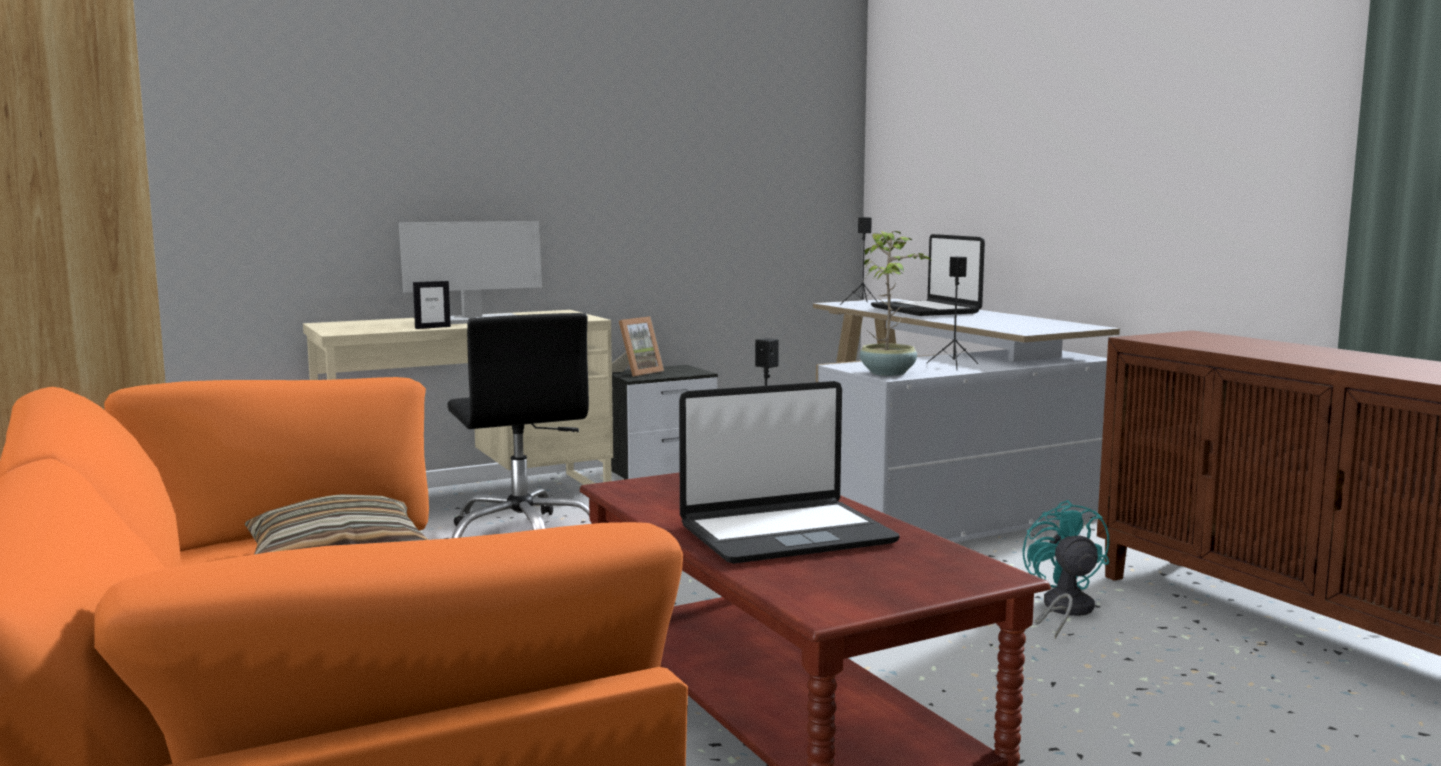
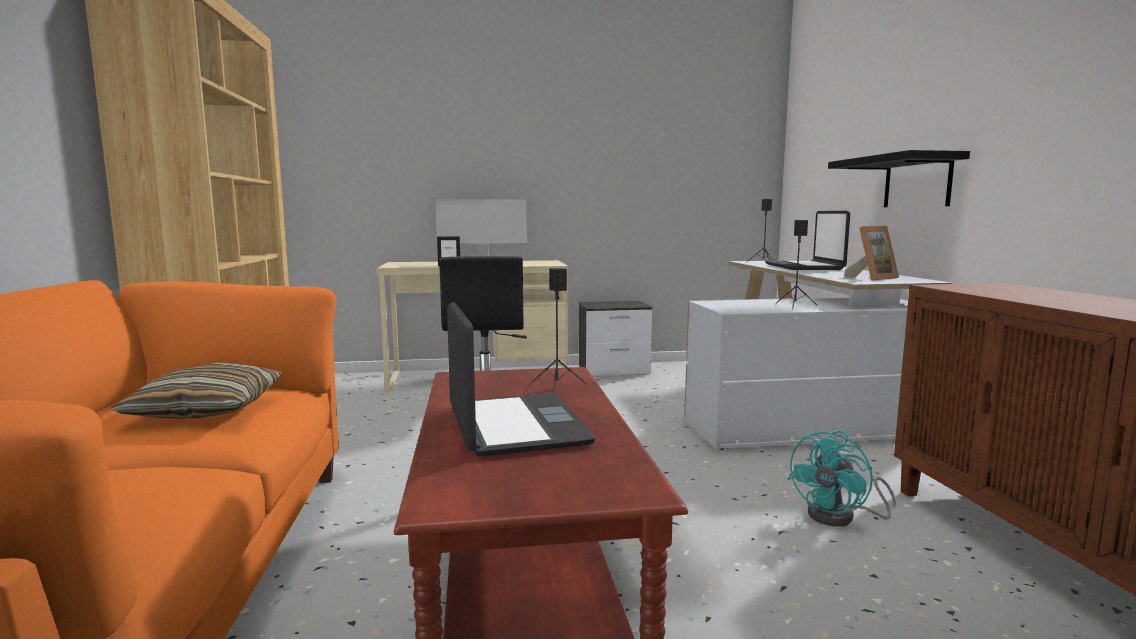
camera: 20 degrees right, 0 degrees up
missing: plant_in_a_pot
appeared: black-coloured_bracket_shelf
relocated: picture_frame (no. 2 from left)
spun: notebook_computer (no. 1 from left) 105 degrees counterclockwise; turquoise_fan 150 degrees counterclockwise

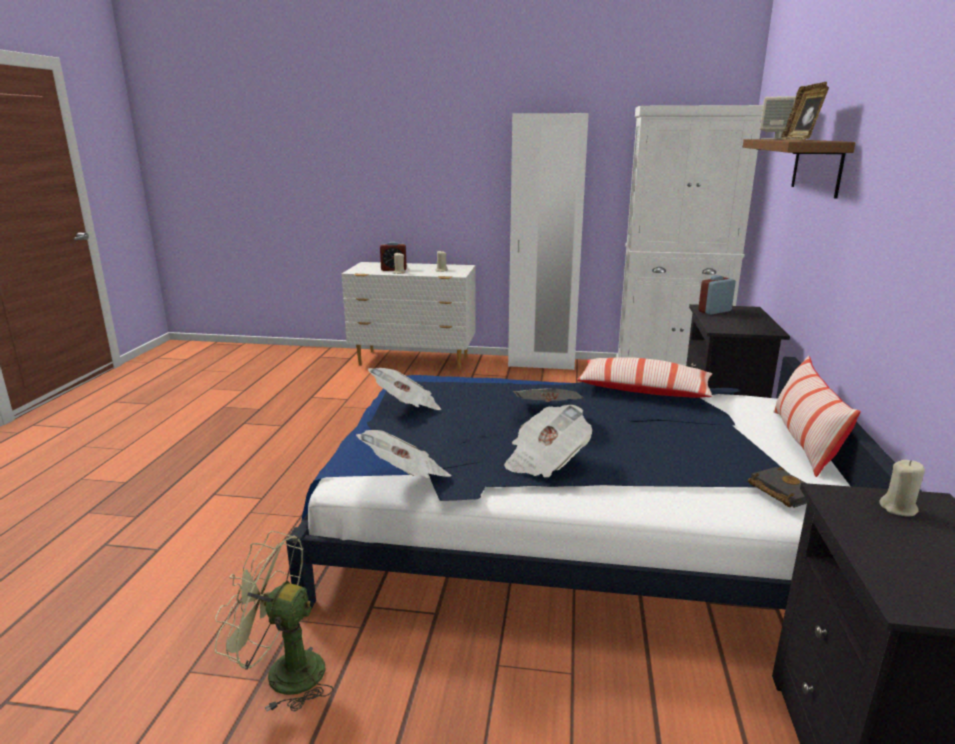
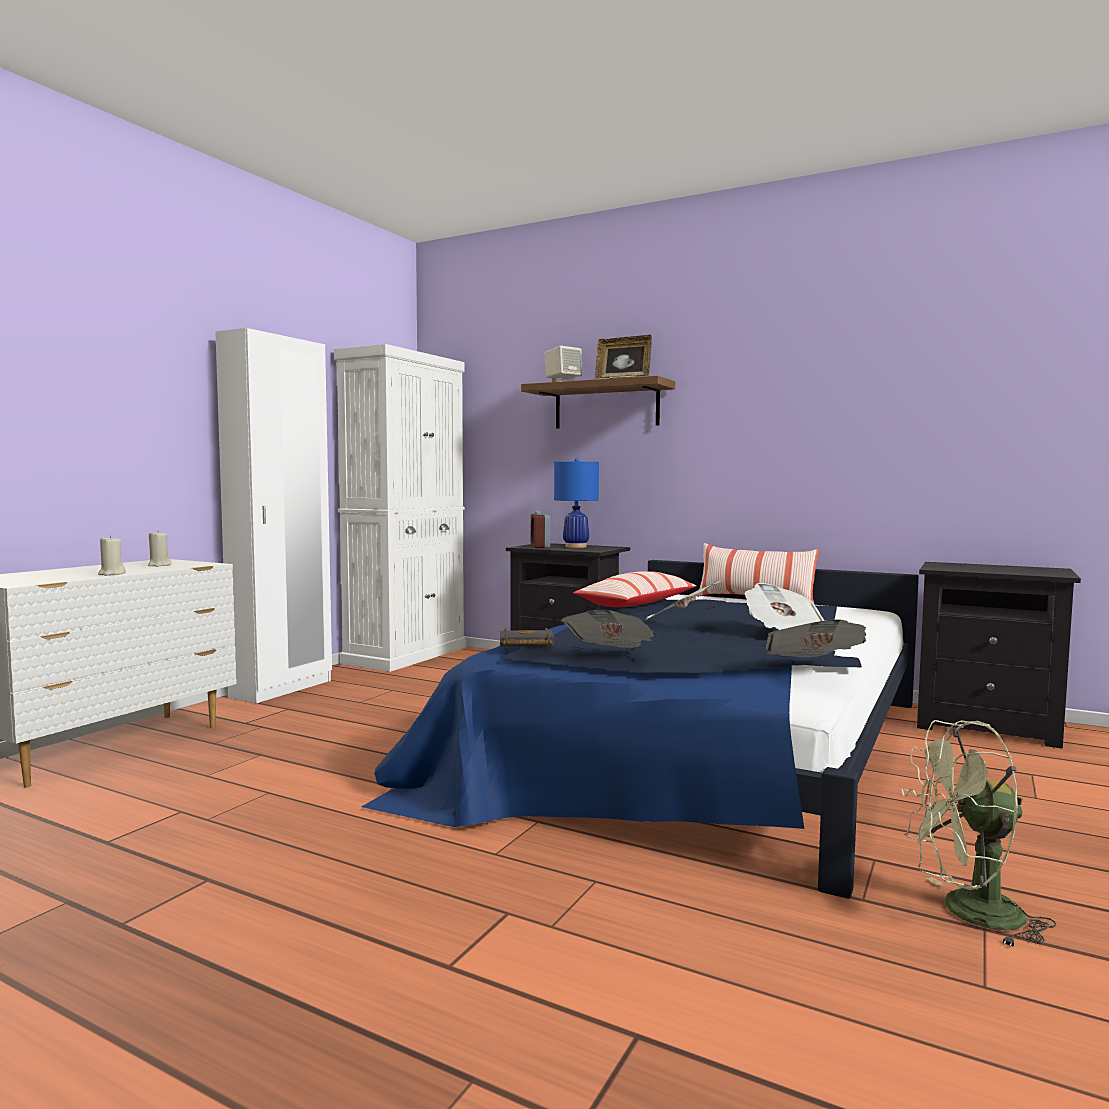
camera: 70 degrees left, 15 degrees down
missing: table_clock (no. 1 from left); beige_candle (no. 3 from left)
appeared: blue-coloured_lamp_for_a_table
relocated: black-coloured_book
spun: greenish_fan 60 degrees clockwise

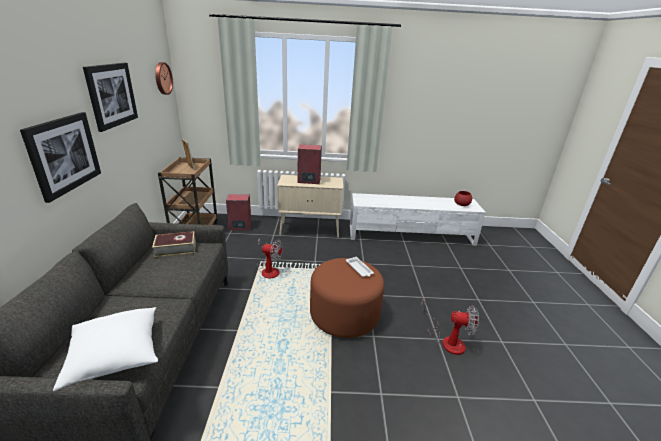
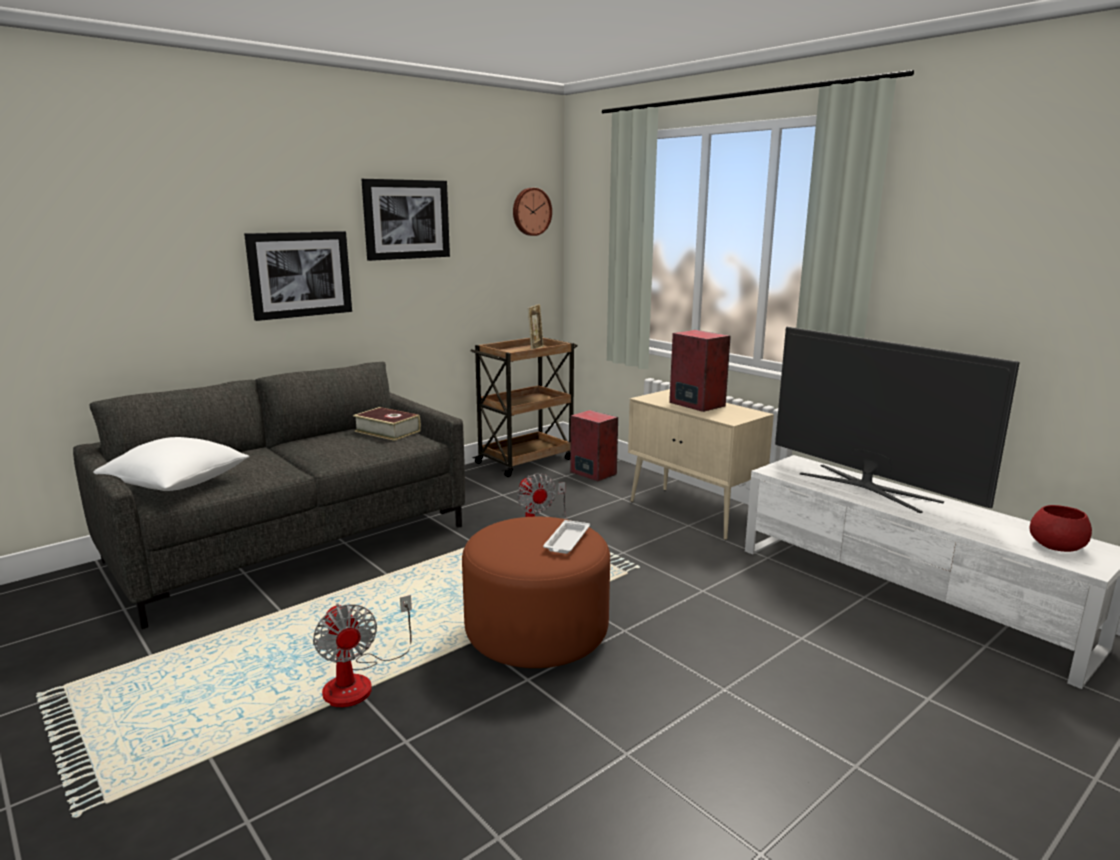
camera: 50 degrees right, 10 degrees down
appeared: television
relocated: fan (no. 2 from left in the first image) to fan (no. 1 from left)

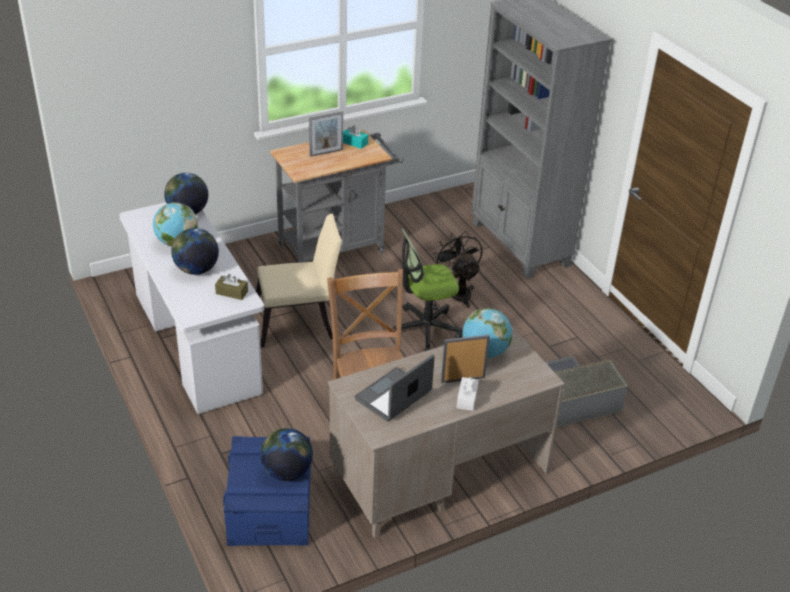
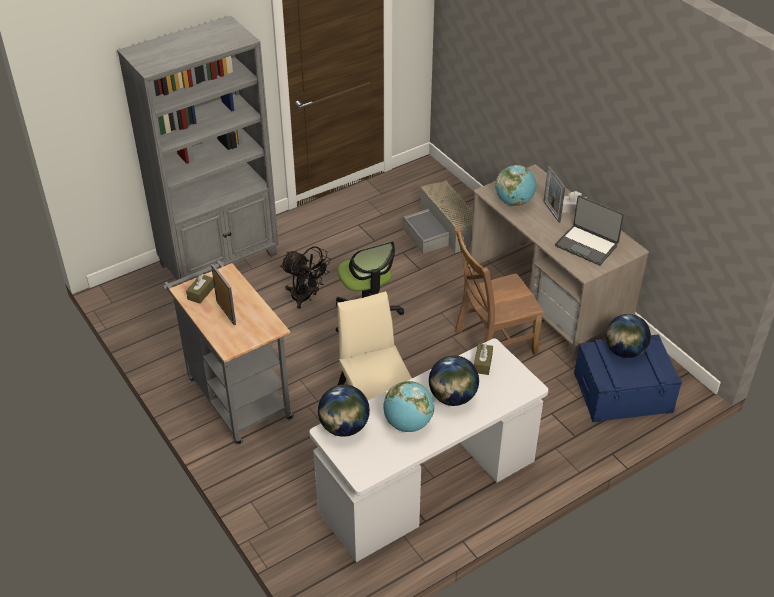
camera: 95 degrees left, 5 degrees up
colour: turquoise_tissue_box to brown_tissue_box (no. 1 from left)
spun: black-coloured_fan 120 degrees counterclockwise

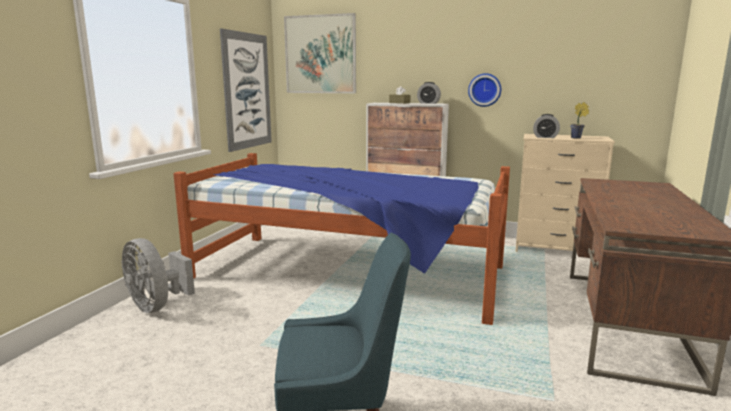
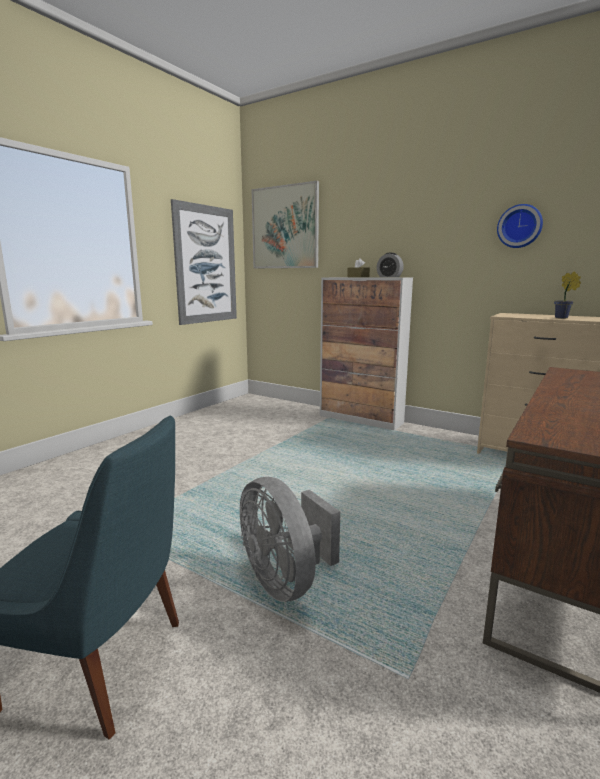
camera: 15 degrees right, 0 degrees up
missing: table_clock (no. 2 from left); bedroom_bed
relocated: hanging_clock; greyish_fan

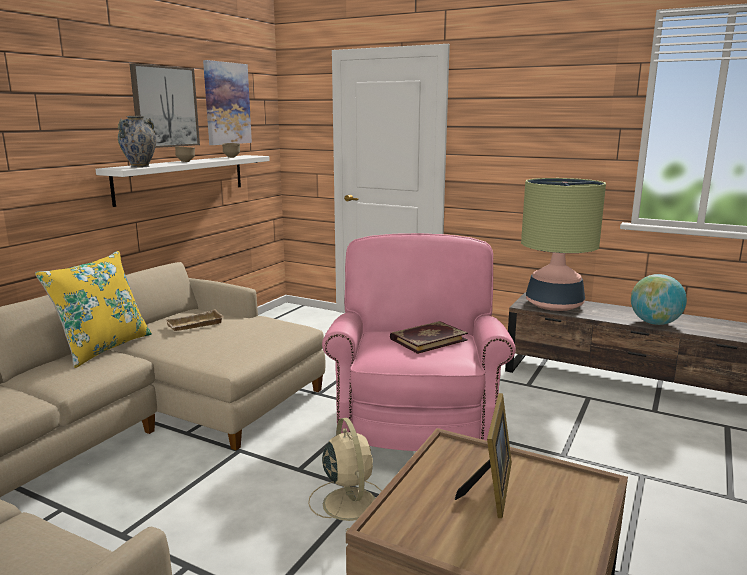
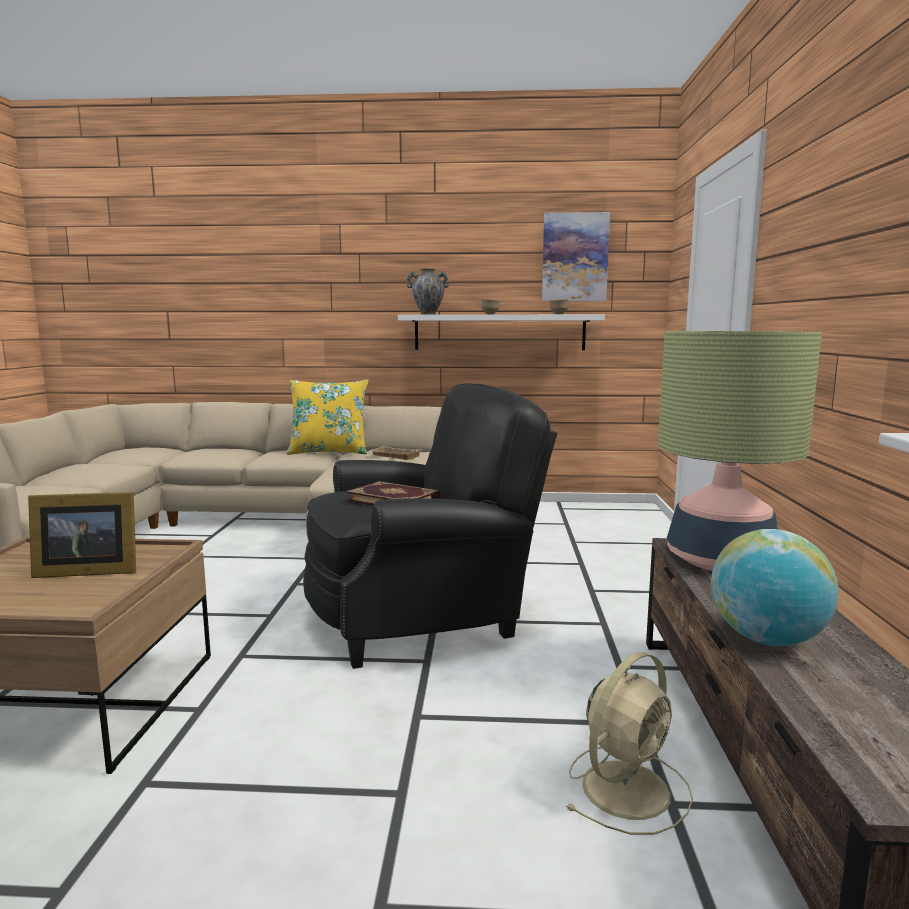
camera: 65 degrees right, 5 degrees down
missing: picture (no. 1 from left)
relocated: beige_fan
colour: pink_easy_chair to black-coloured_easy_chair

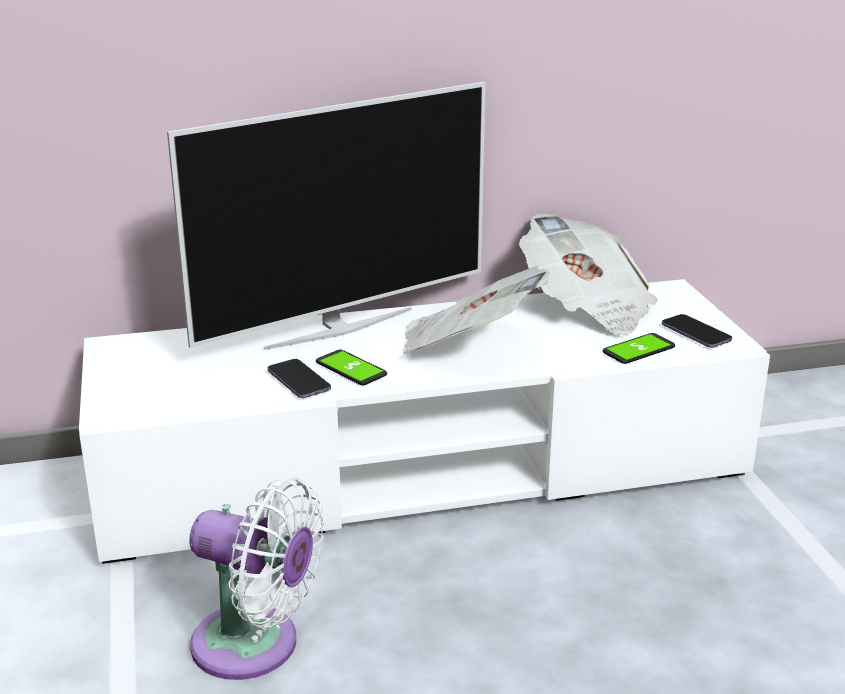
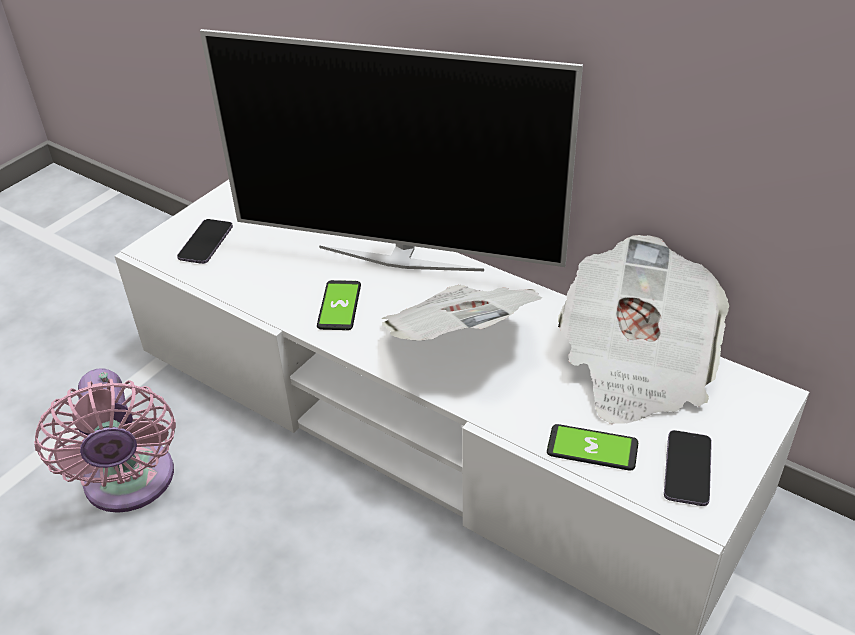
camera: 50 degrees right, 15 degrees up
relocated: phone (no. 1 from left)
colour: white_fan to pink_fan

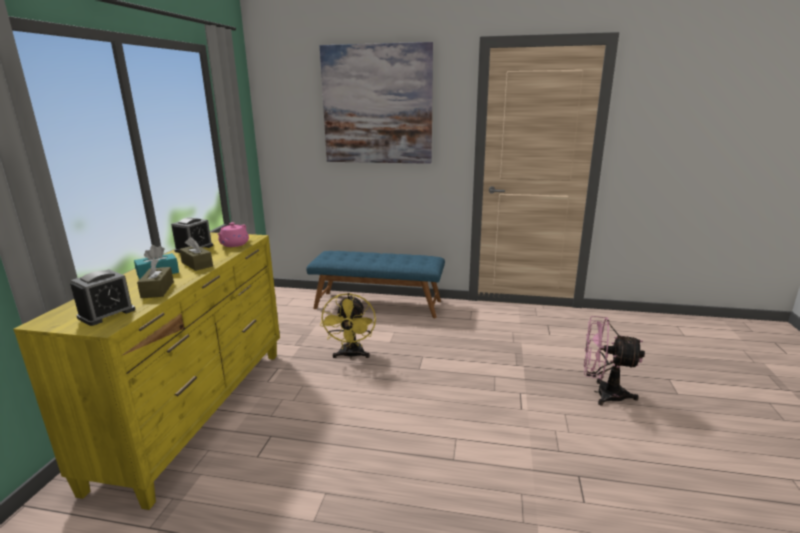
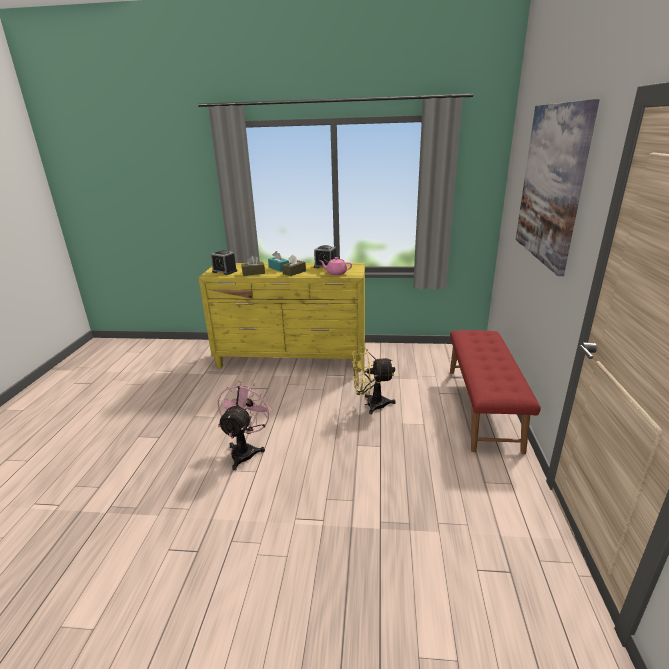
camera: 85 degrees right, 5 degrees up
relocated: pink_fan
colour: blue-coloured_indoor_bench to red_indoor_bench

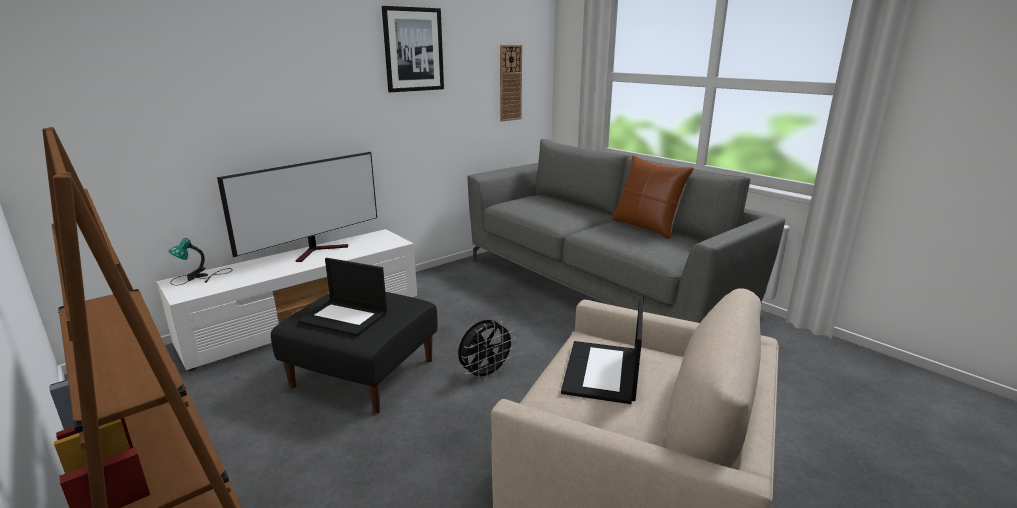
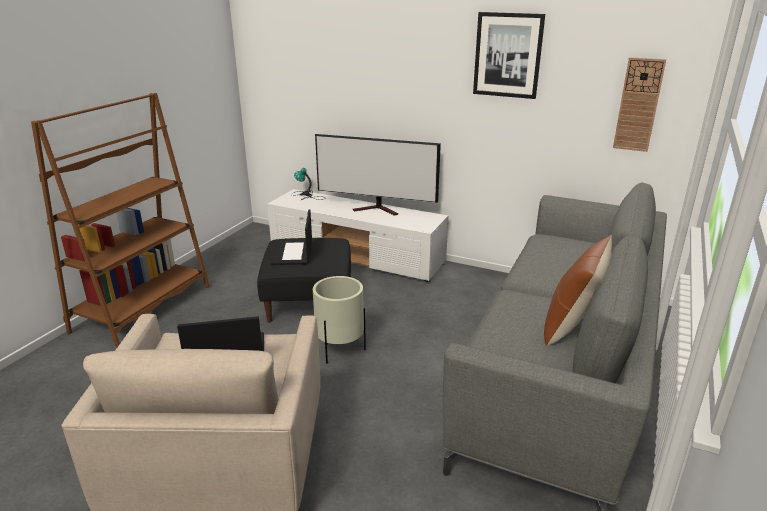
camera: 65 degrees right, 5 degrees up
exchanged: black-coloured_fan to beige_plant_pot

